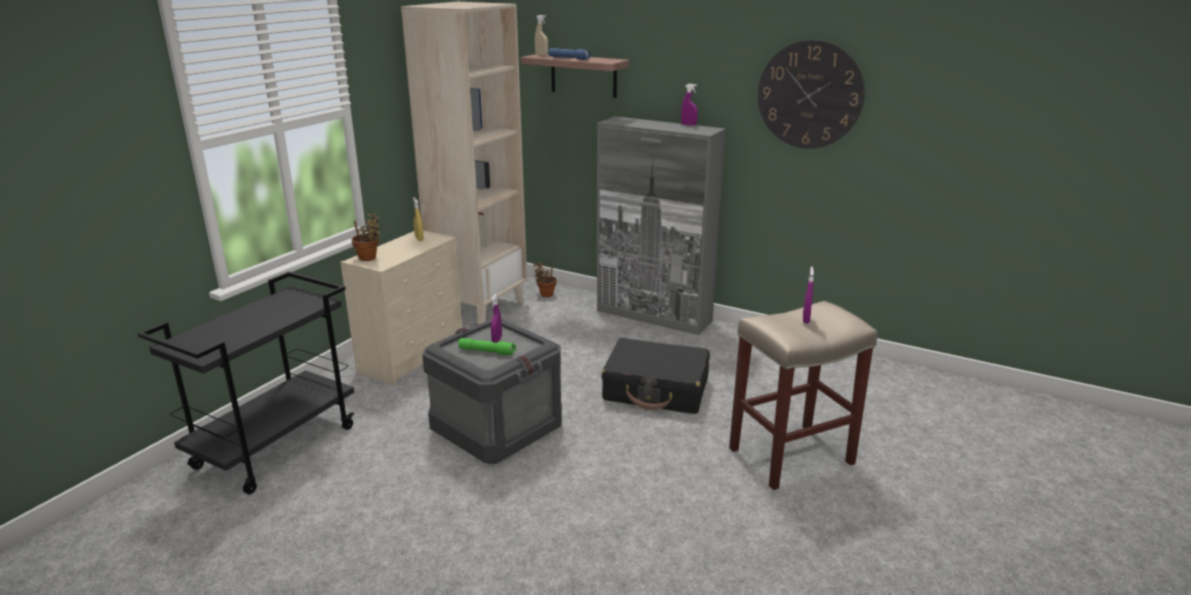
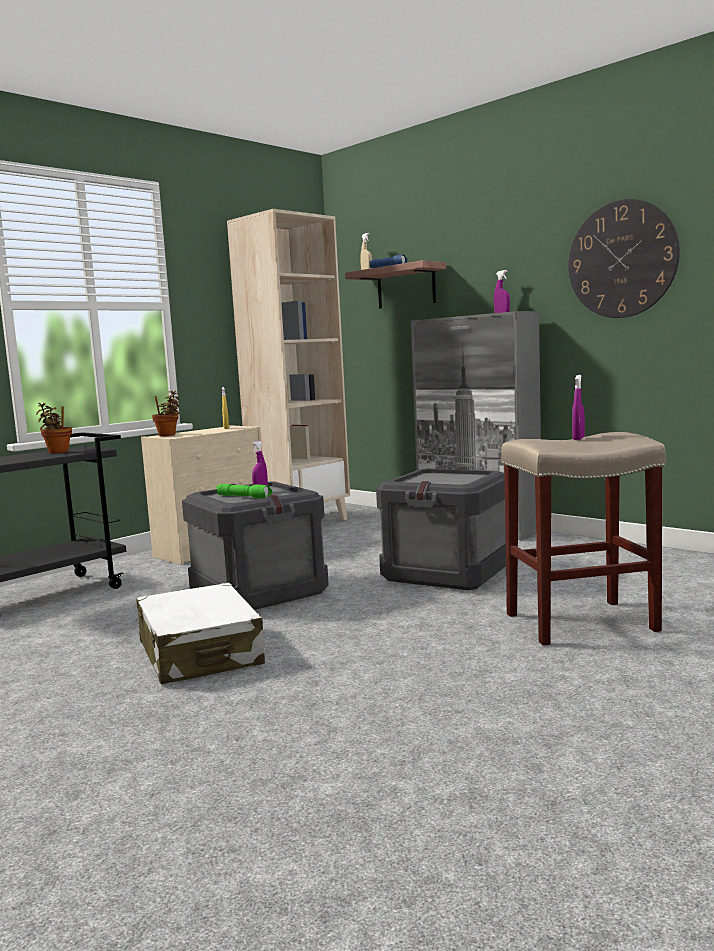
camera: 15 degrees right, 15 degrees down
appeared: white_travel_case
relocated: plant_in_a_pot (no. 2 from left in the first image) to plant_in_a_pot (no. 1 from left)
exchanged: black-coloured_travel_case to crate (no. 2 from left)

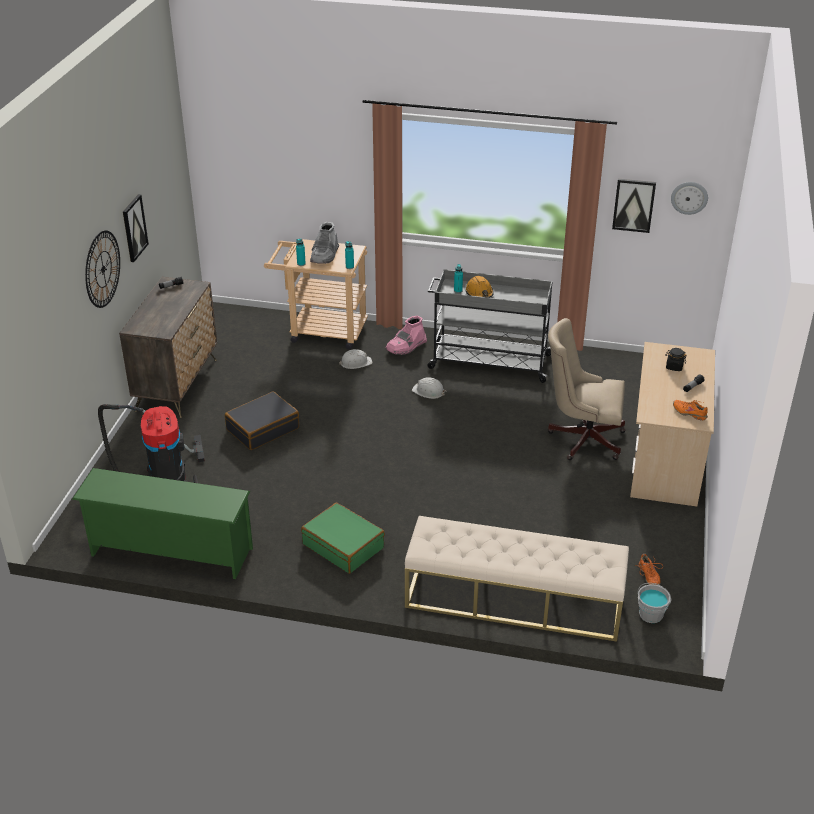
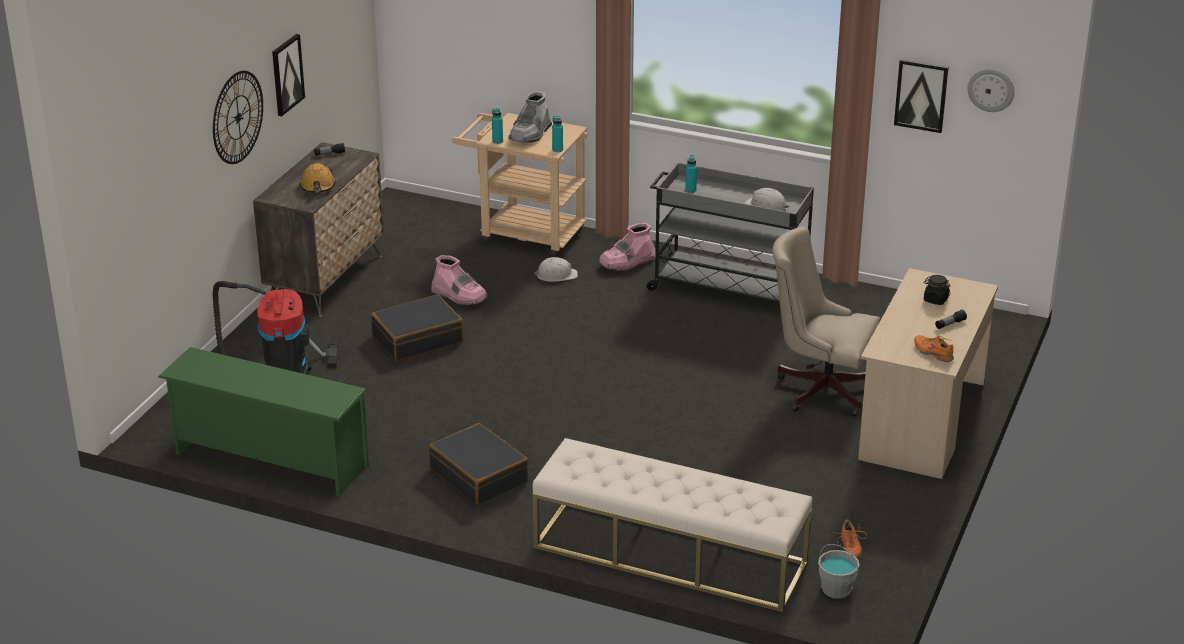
camera: 10 degrees right, 5 degrees down
appeared: pink_boot (no. 1 from left)
relocated: orangey_work_helmet; white_work_helmet (no. 2 from left)
colour: greenish_travel_case to black-coloured_travel_case (no. 2 from left)

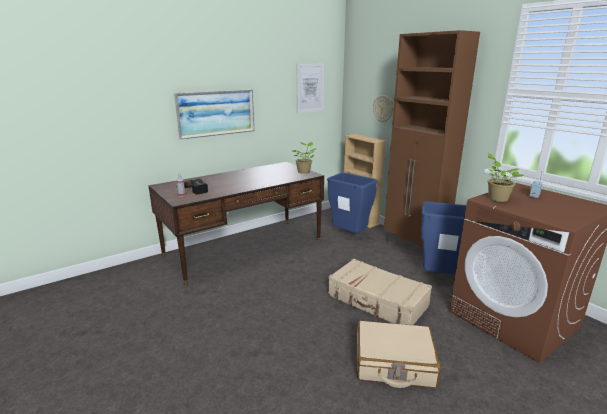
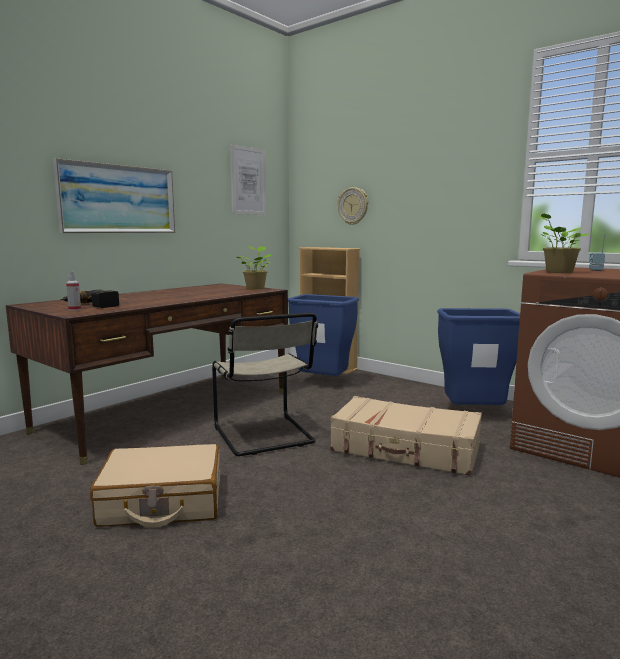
camera: 15 degrees left, 10 degrees down
missing: brown_cupboard
appeared: beige_plain_chair
relocated: beige_travel_case (no. 2 from left in the first image) to beige_travel_case (no. 1 from left)

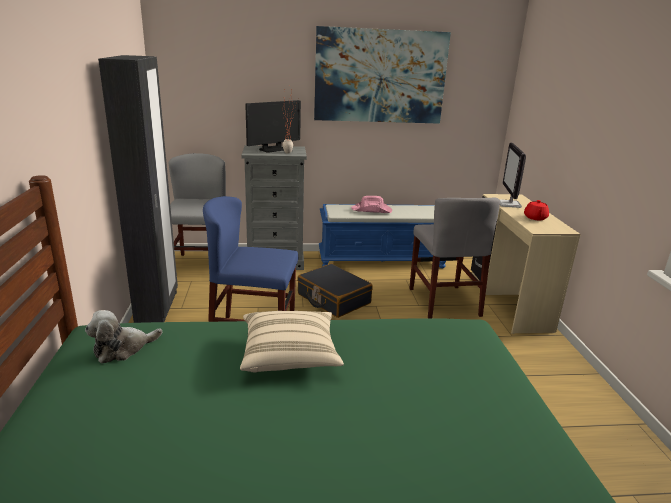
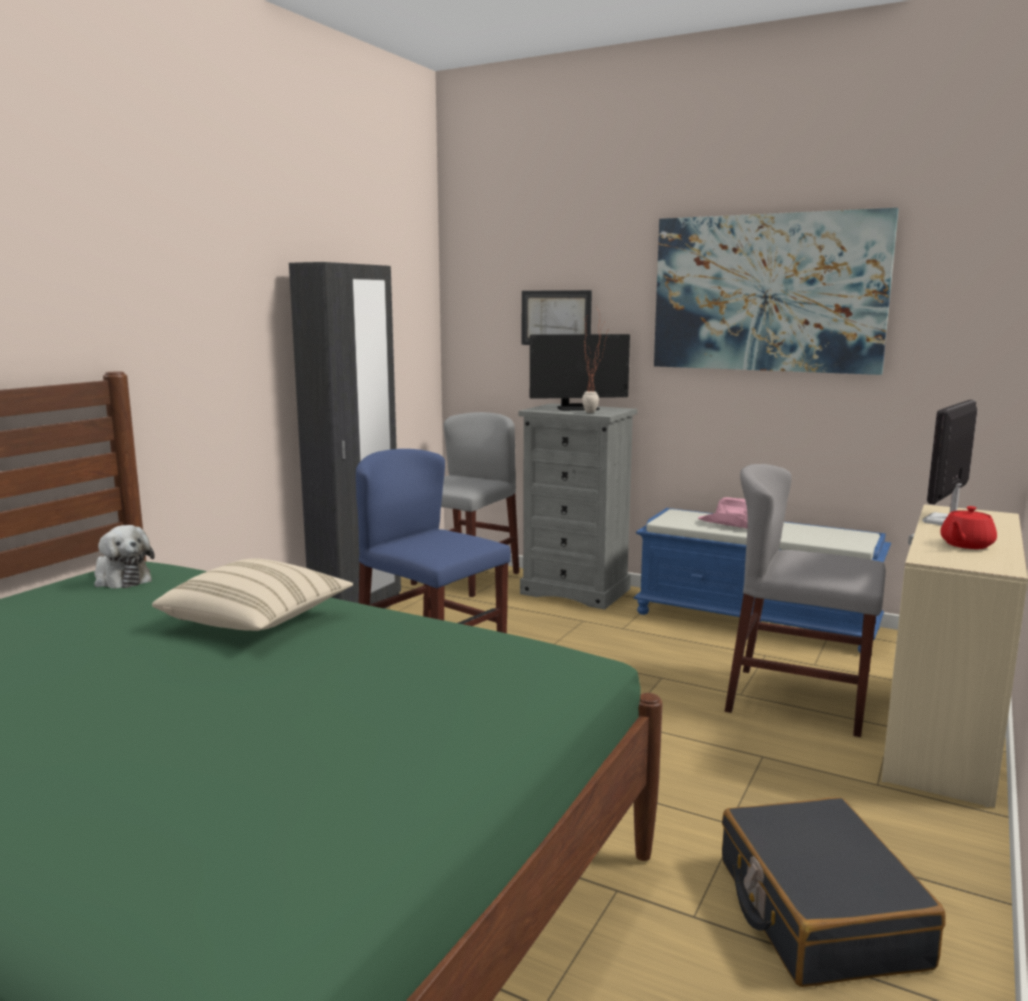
camera: 35 degrees right, 10 degrees down
appeared: picture (no. 1 from left)
relocated: black-coloured_travel_case
spun: greyish_plain_chair (no. 2 from left) 90 degrees clockwise; plush_toy 135 degrees counterclockwise

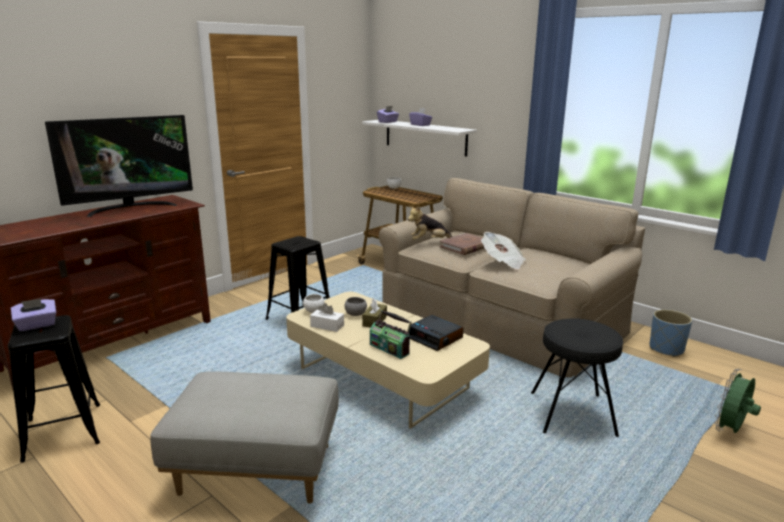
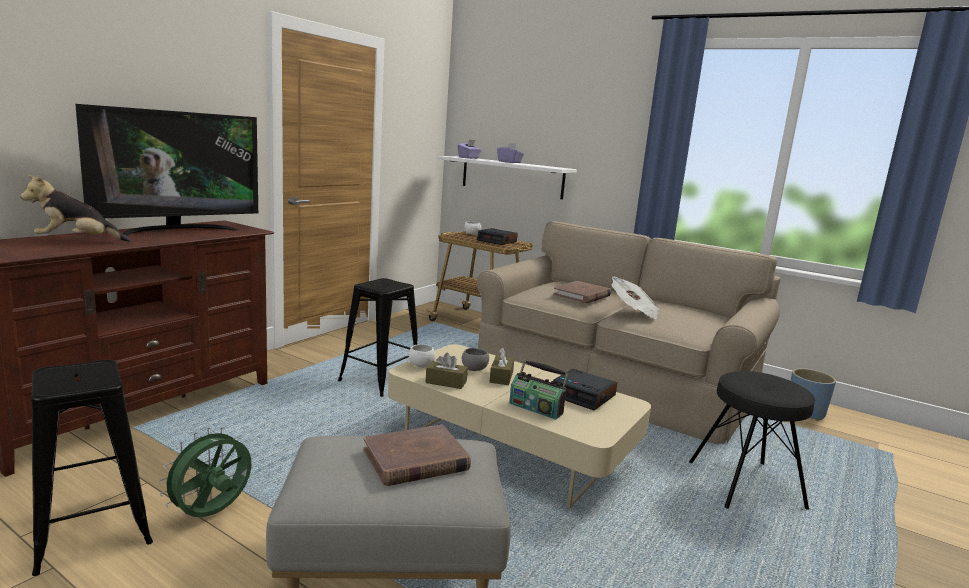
camera: 10 degrees left, 5 degrees down
missing: purple-coloured_tissue_box (no. 1 from left)
appeared: table_clock (no. 1 from left); brown_book (no. 1 from left)
relocated: plush_toy; greenish_fan
colour: white_tissue_box to brown_tissue_box (no. 1 from left)

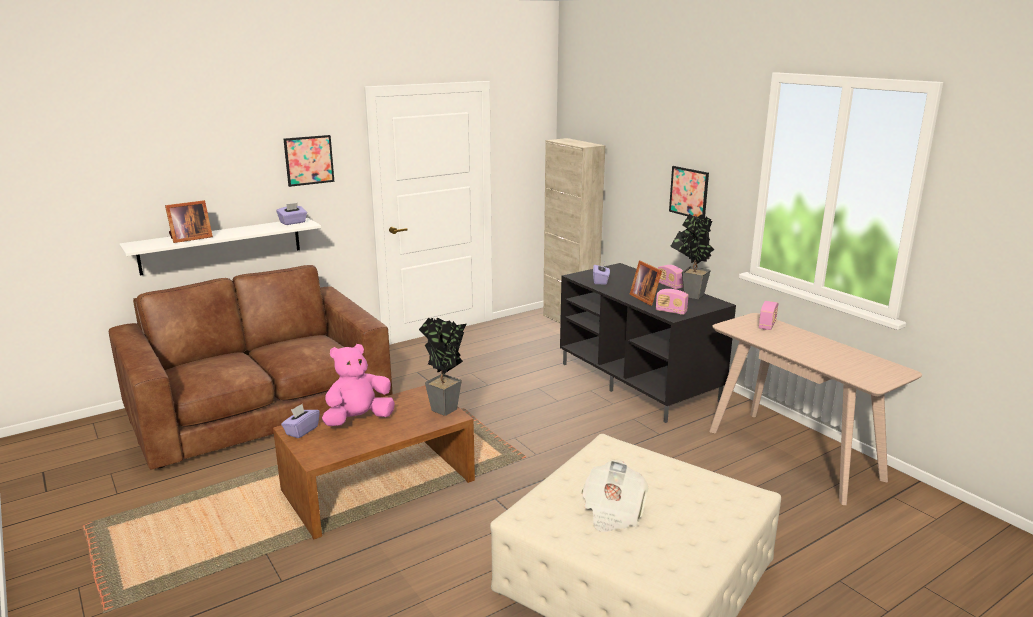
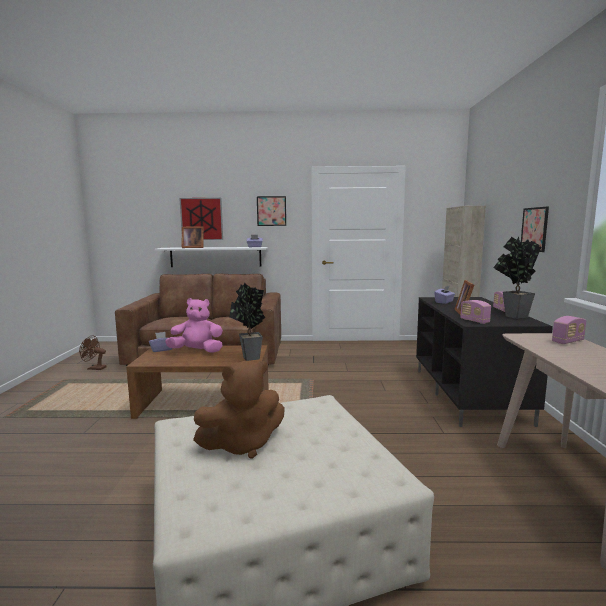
camera: 35 degrees right, 10 degrees down
appeared: picture (no. 1 from left); brown_fan
exchanged: daily_paper to brown_plush_toy

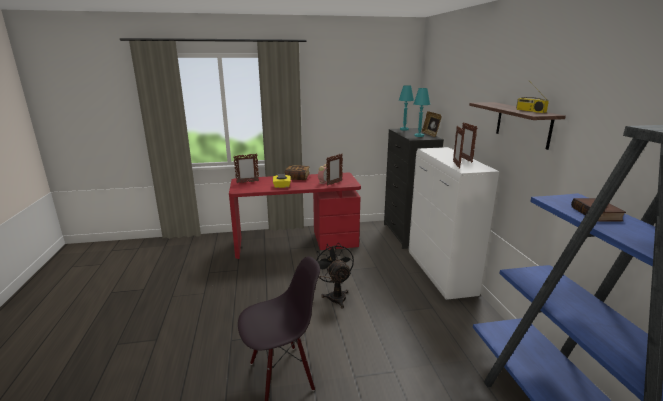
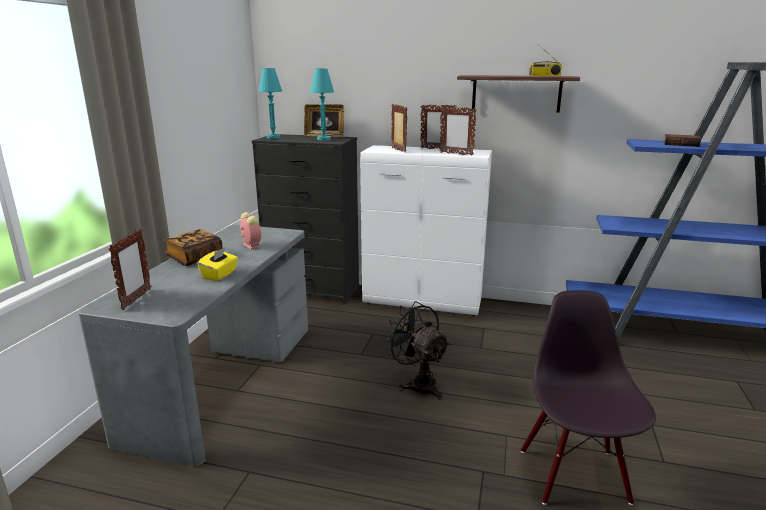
camera: 65 degrees left, 0 degrees up
relocated: picture_frame (no. 2 from left in the first image) to picture_frame (no. 3 from left)
colour: red_desk_table to greyish_desk_table
spun: black-coloured_fan 45 degrees clockwise

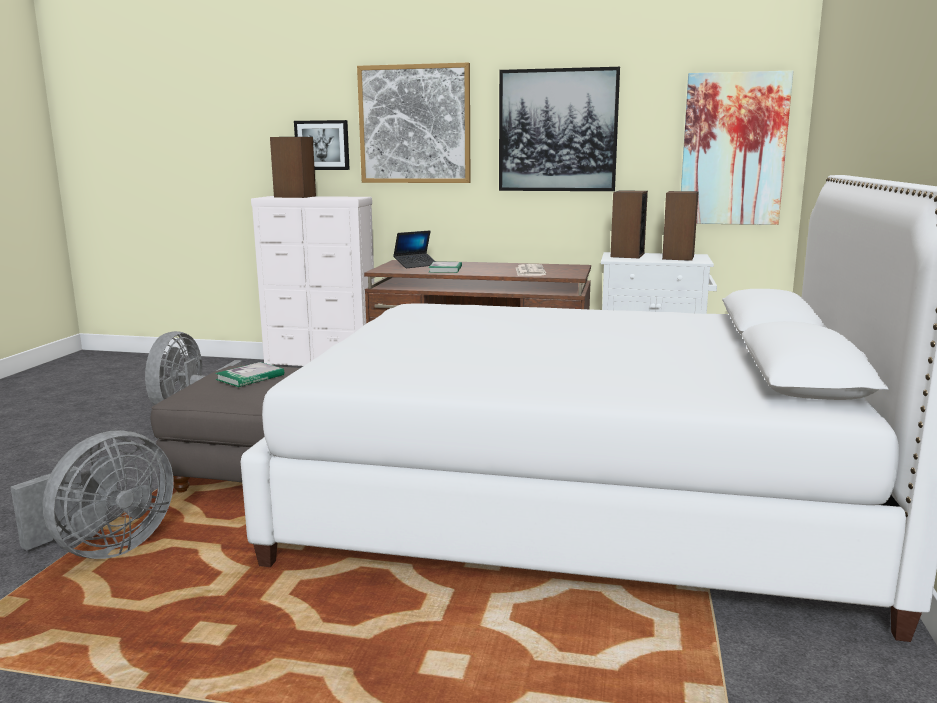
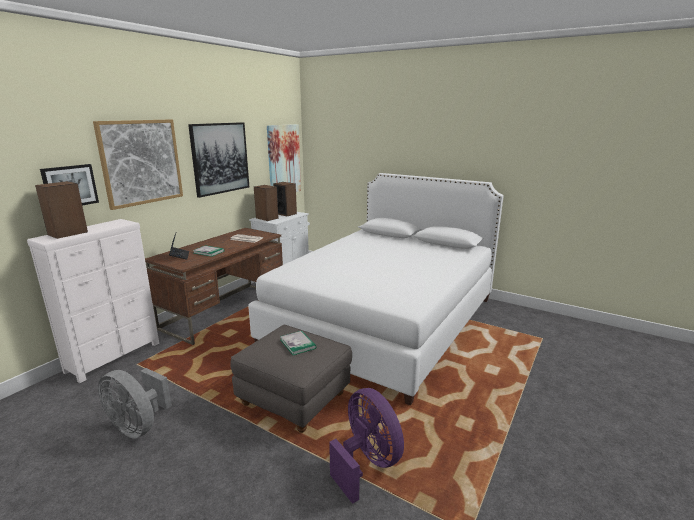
camera: 70 degrees left, 5 degrees up
colour: greyish_fan (no. 1 from left) to purple-coloured_fan

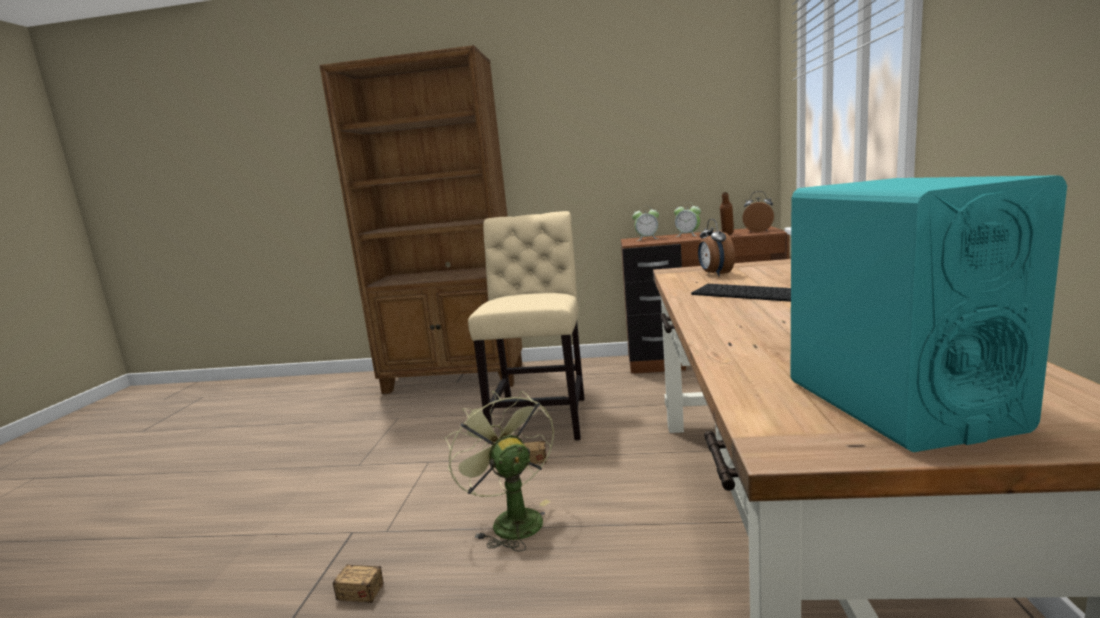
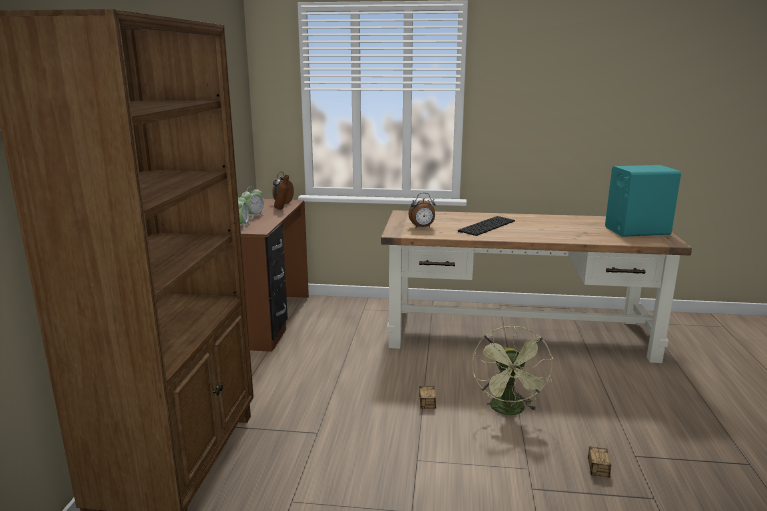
camera: 90 degrees left, 5 degrees up
missing: beige_plain_chair
spun: greenish_fan 60 degrees counterclockwise

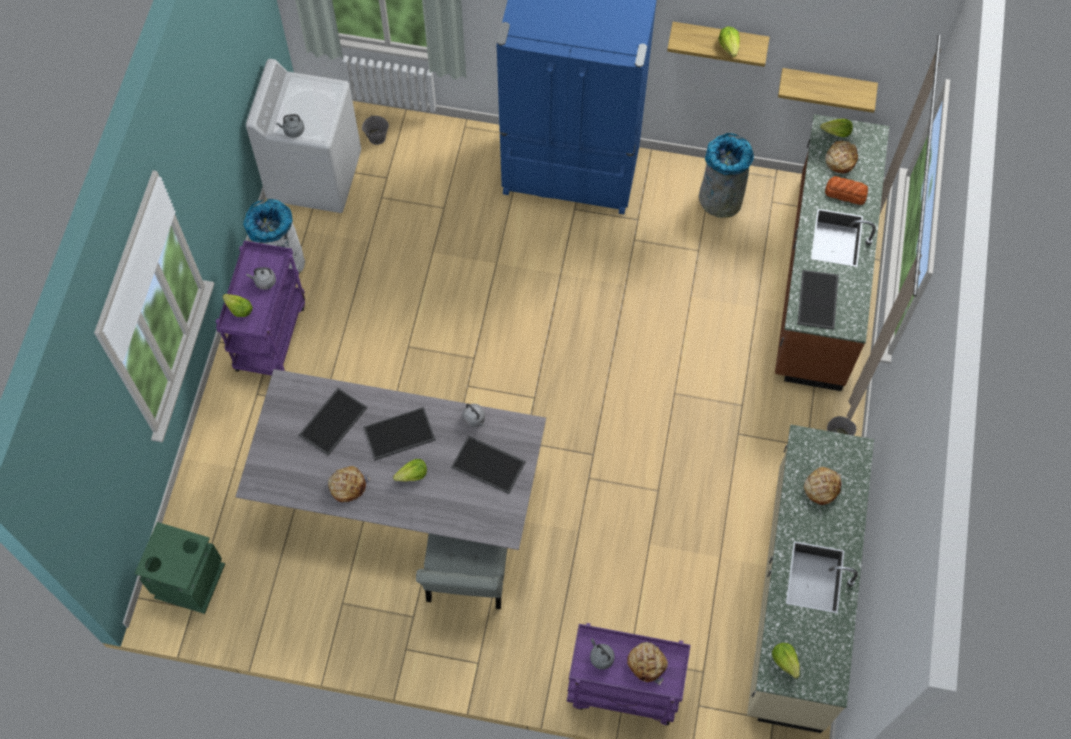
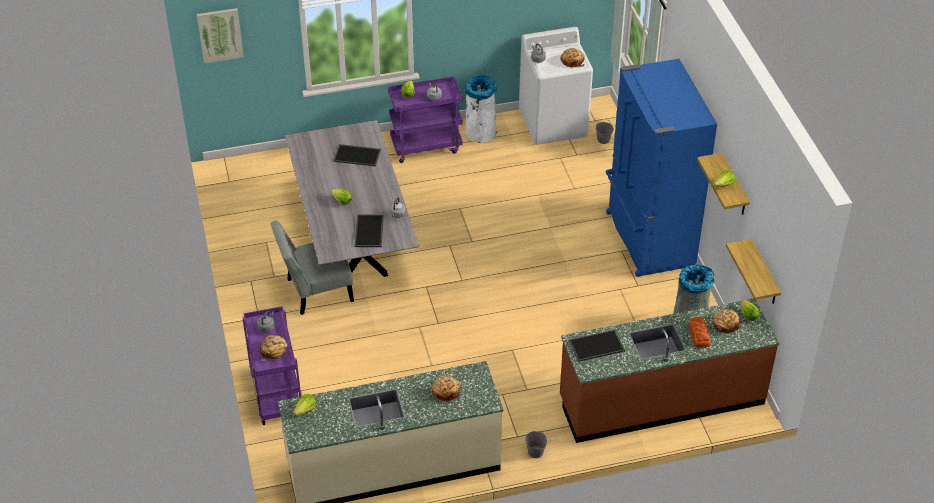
camera: 65 degrees right, 20 degrees down
missing: serving_tray (no. 2 from left); greenish_rubbish_bin
appeared: picture
relocated: bakery_bread (no. 1 from left in the first image) to bakery_bread (no. 3 from left)

